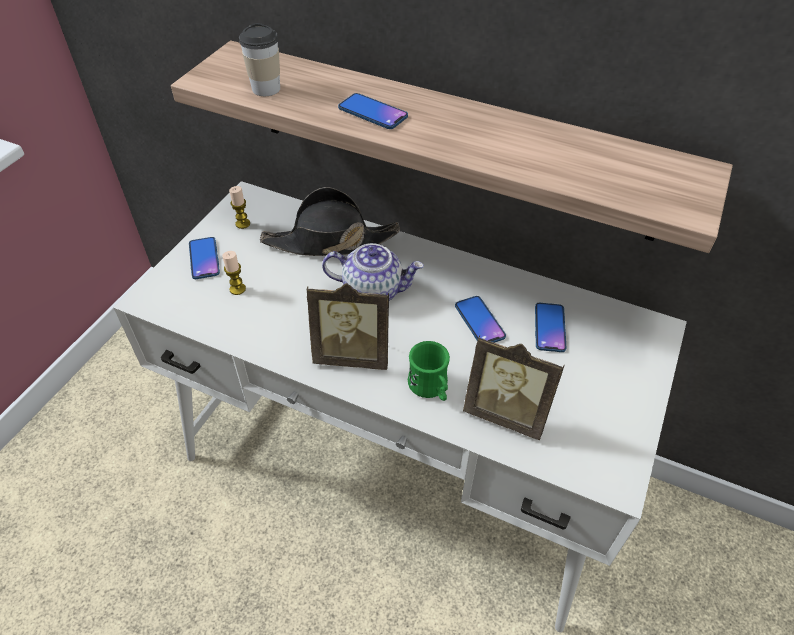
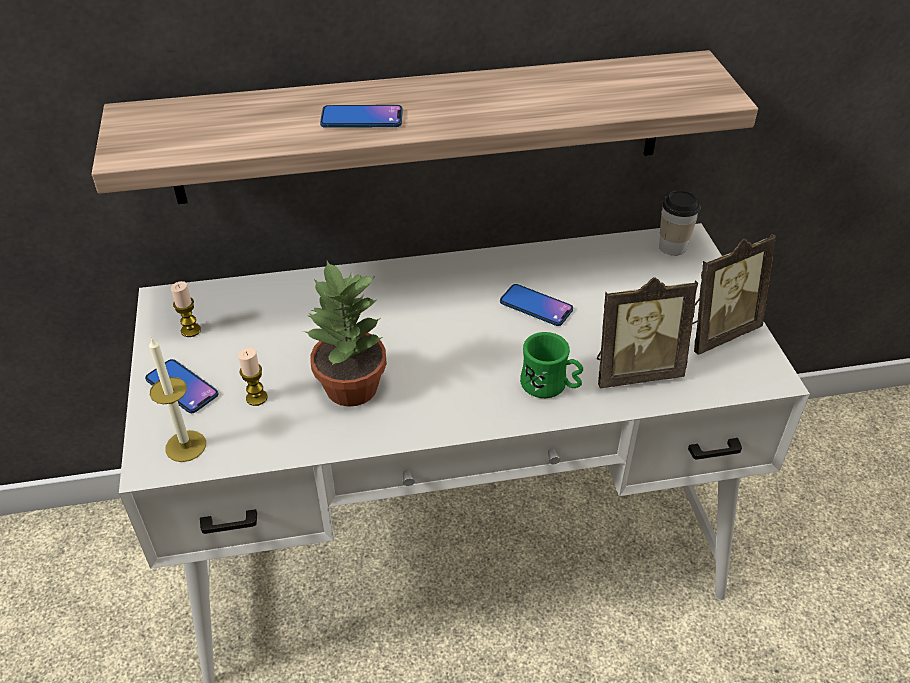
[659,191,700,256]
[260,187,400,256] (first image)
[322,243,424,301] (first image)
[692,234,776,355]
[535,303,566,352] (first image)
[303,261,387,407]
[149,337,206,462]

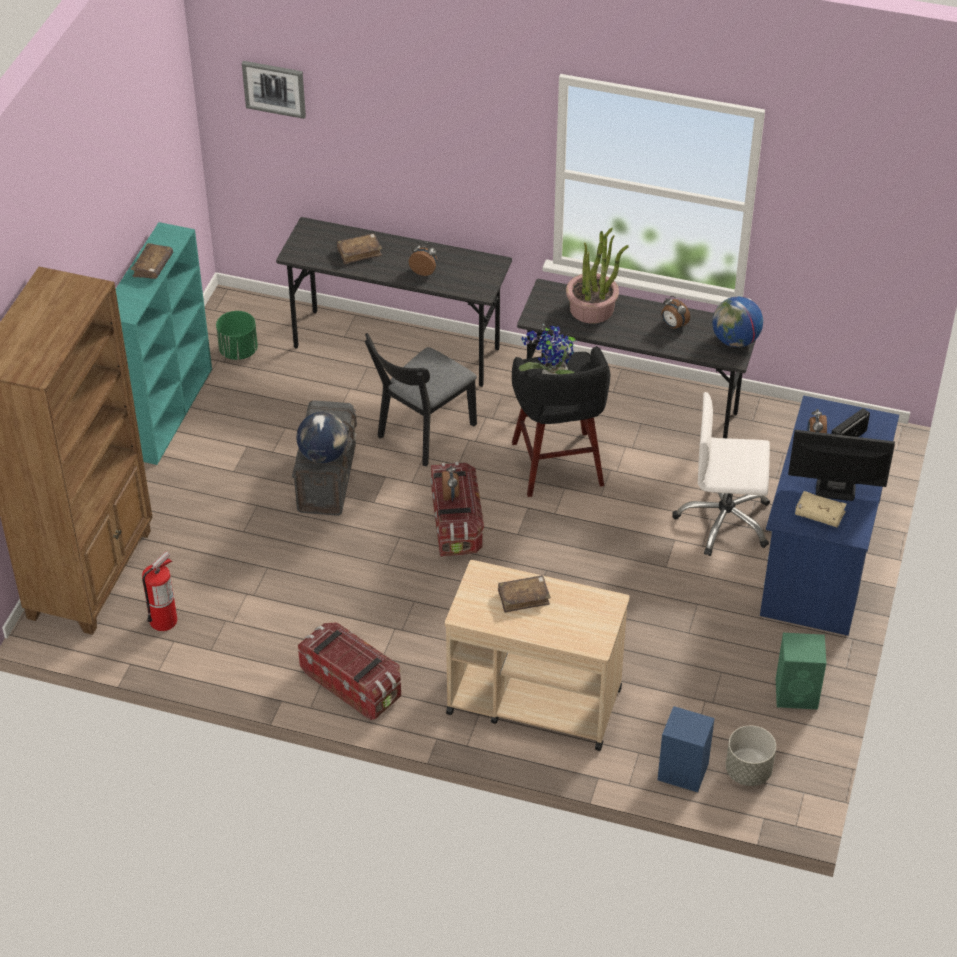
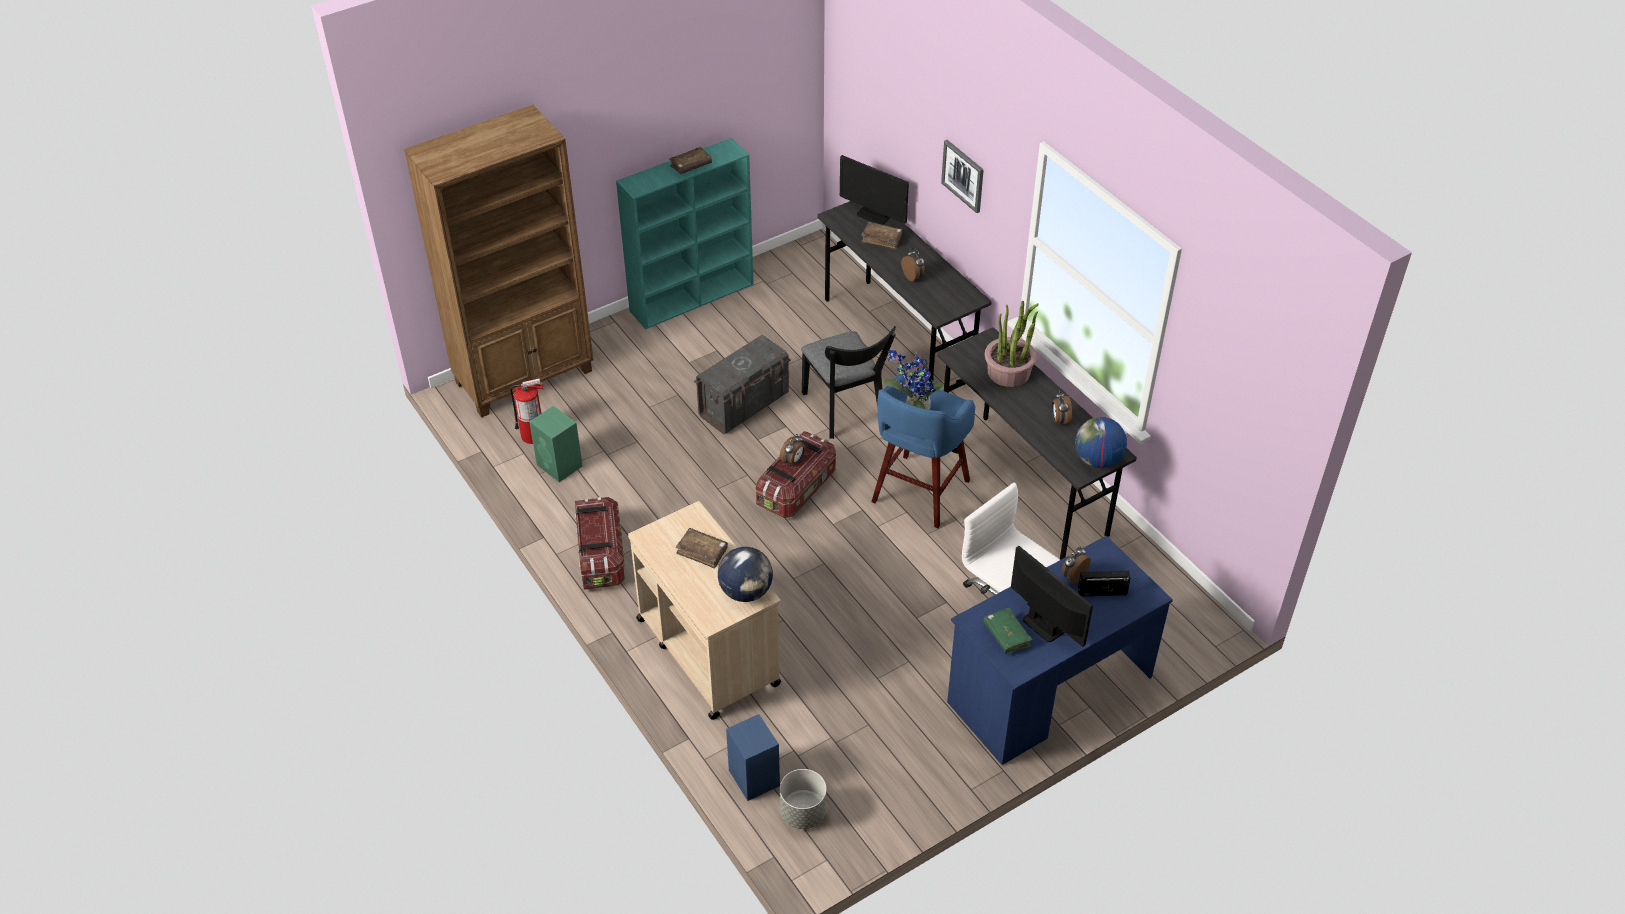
[941,140,984,213]
[216,311,258,360] (first image)
[801,326,896,439]
[872,374,975,528]
[718,547,773,602]
[983,608,1033,654]
[529,406,583,482]
[840,155,909,225]

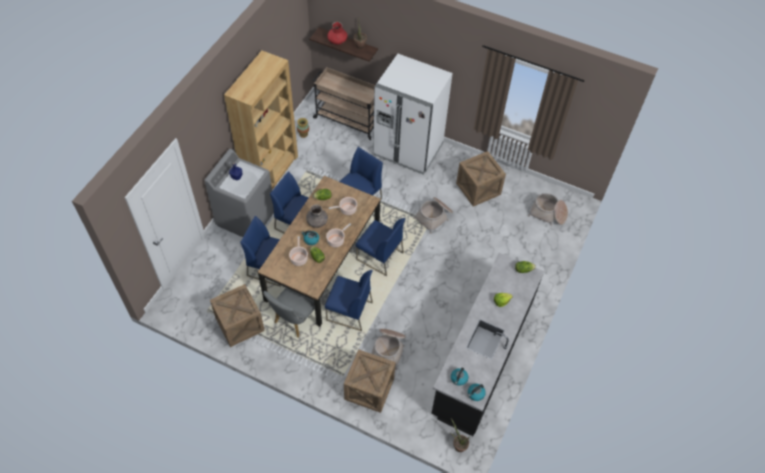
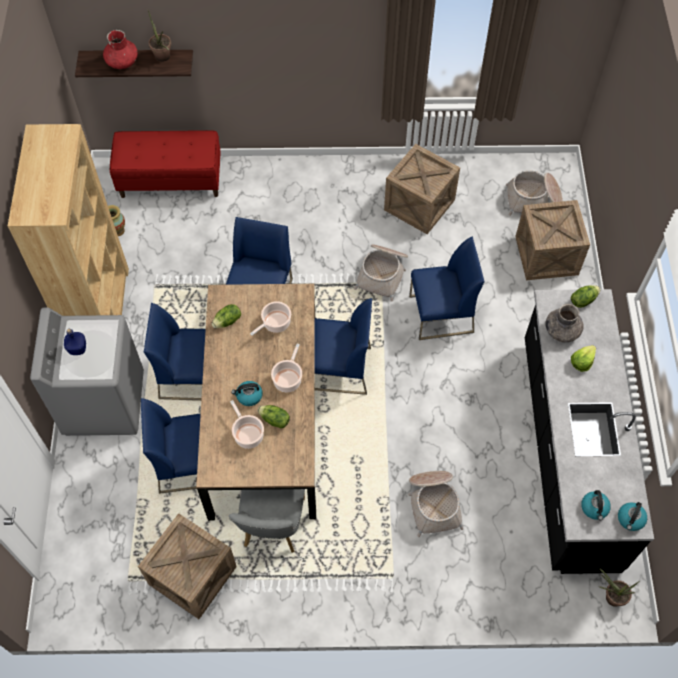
[373,54,453,175] (first image)
[110,130,221,198]
[546,304,584,342]
[409,236,485,340]
[515,200,590,280]

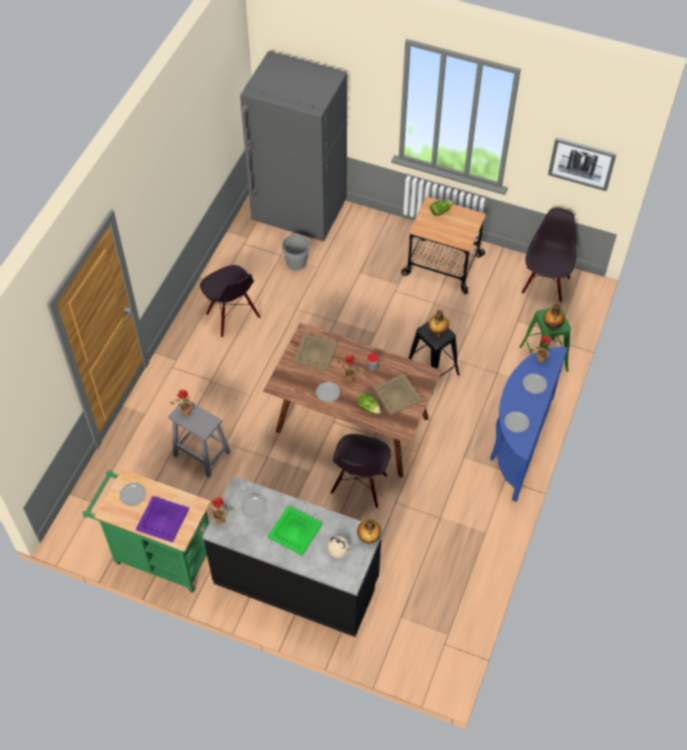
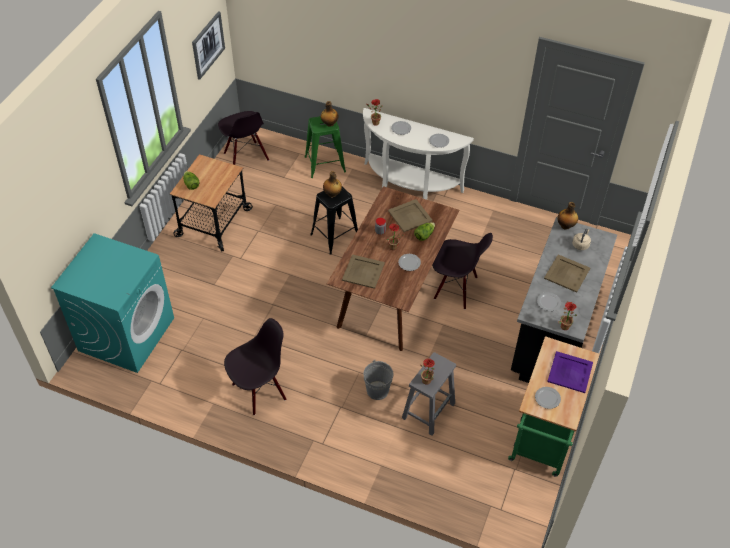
[51,233,174,373]
[218,111,269,165]
[364,360,393,400]
[363,108,474,200]
[544,254,590,293]

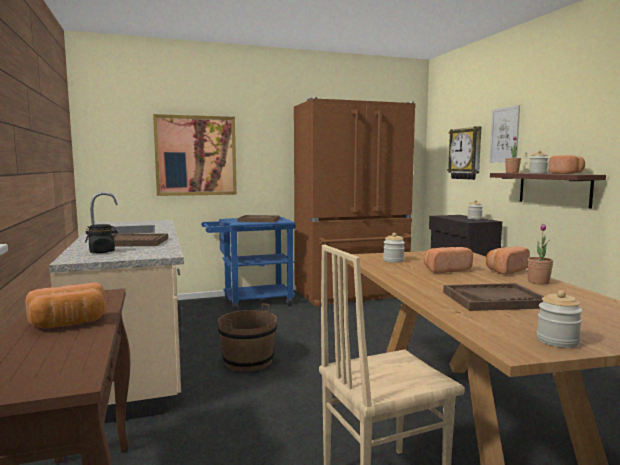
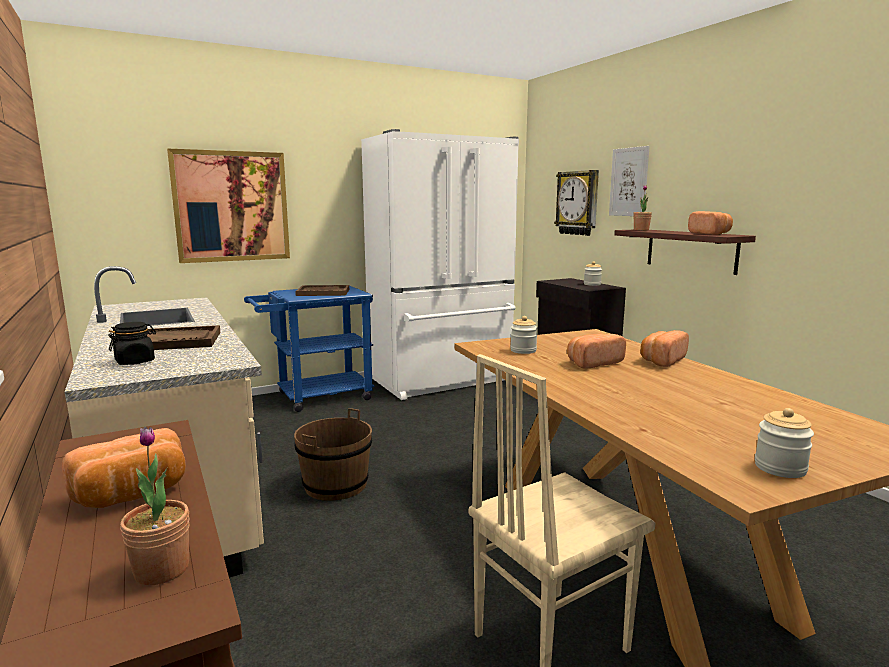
[361,129,519,400]
[529,150,548,174] (first image)
[120,427,189,585]
[443,283,544,311] (first image)

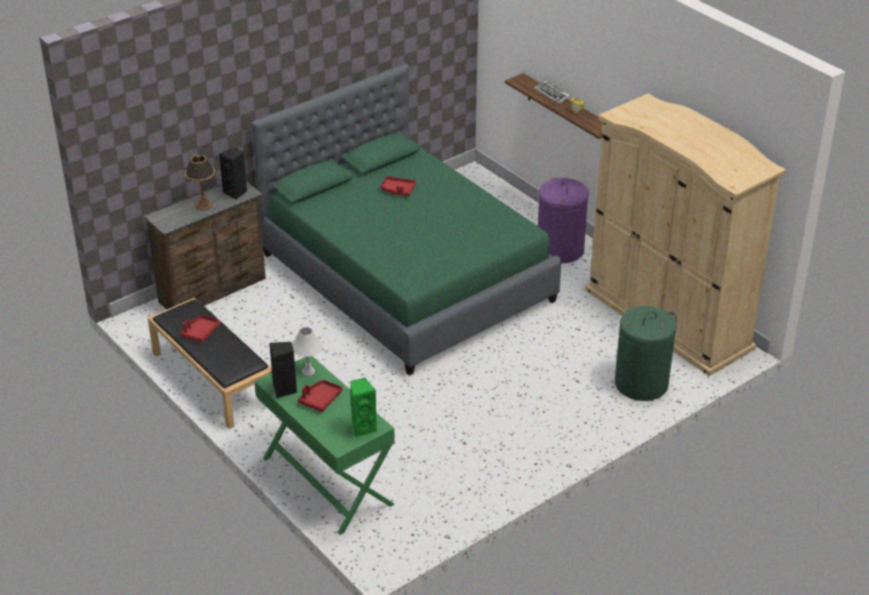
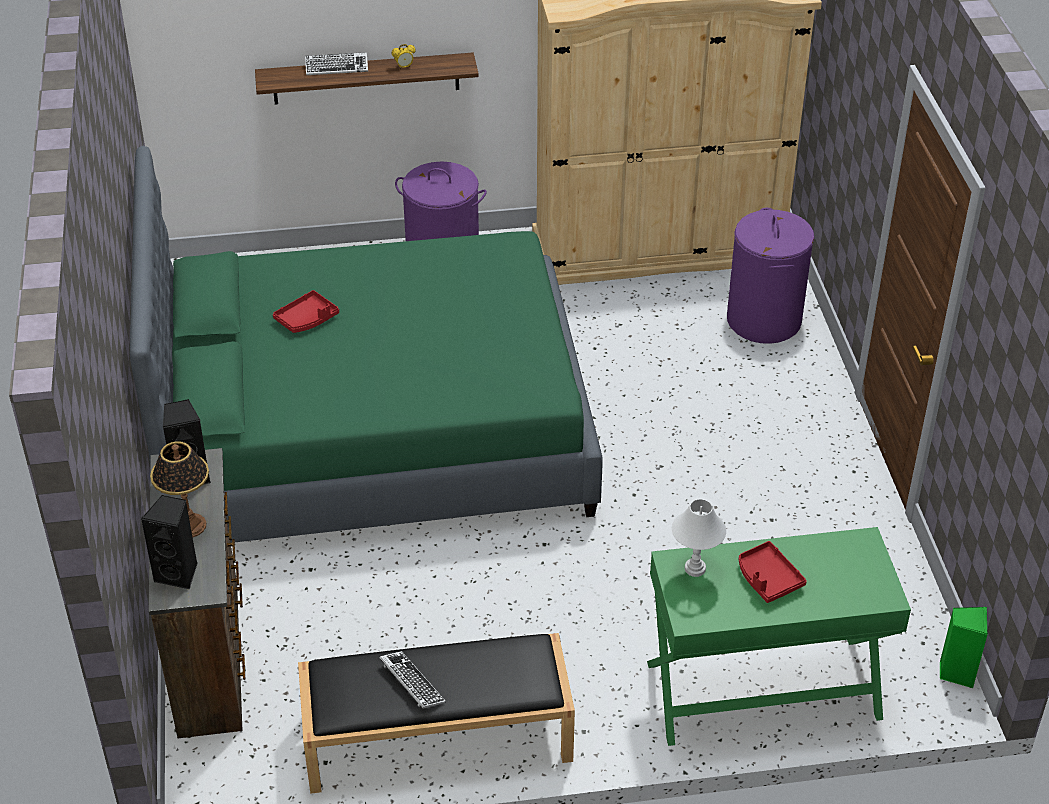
[727,208,814,344]
[380,651,446,709]
[141,495,198,590]
[940,607,988,688]

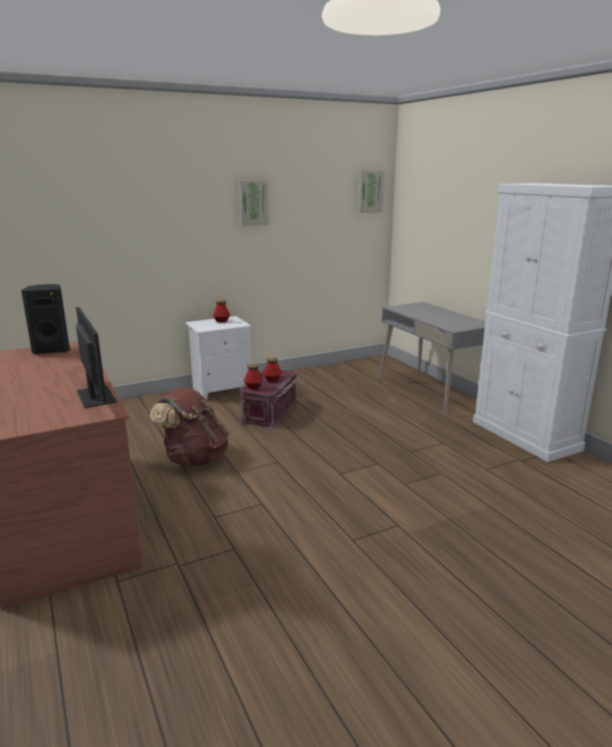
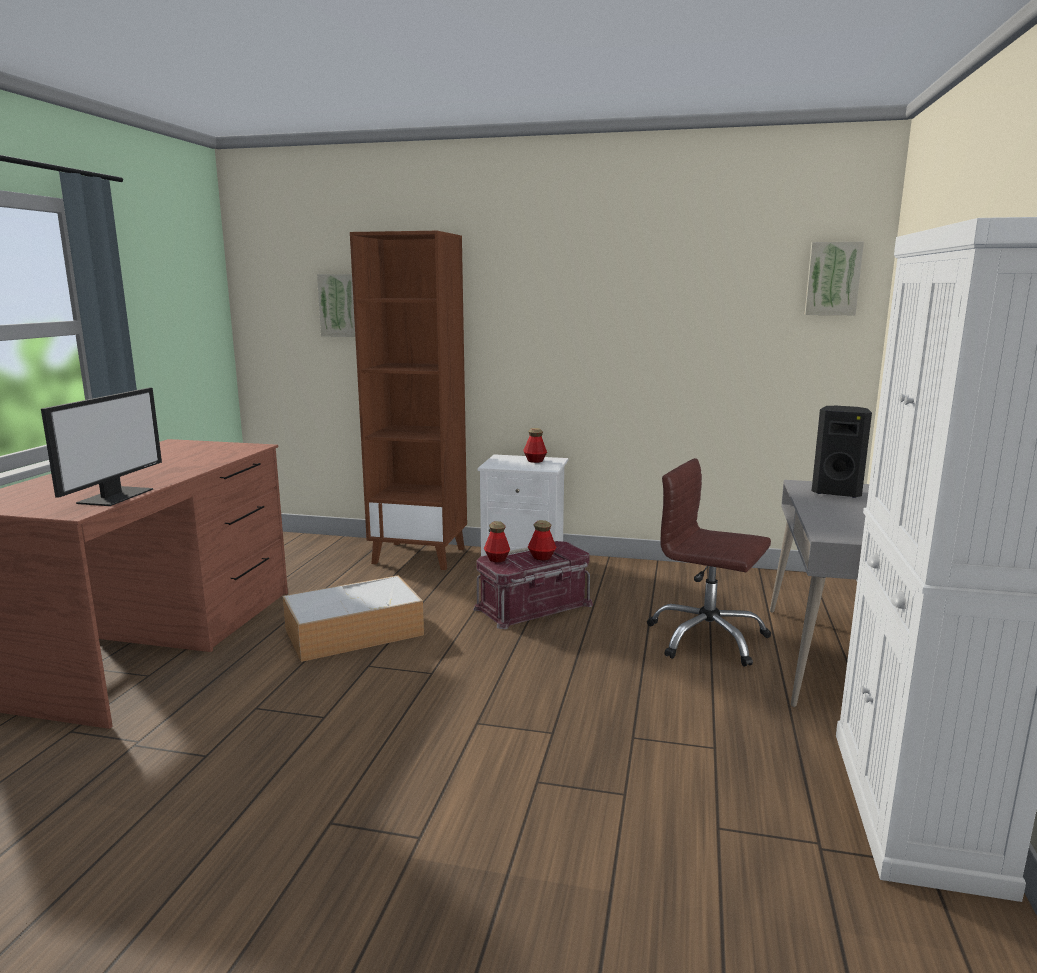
[317,274,355,337]
[812,406,872,498]
[283,575,424,662]
[350,231,467,570]
[647,458,771,667]

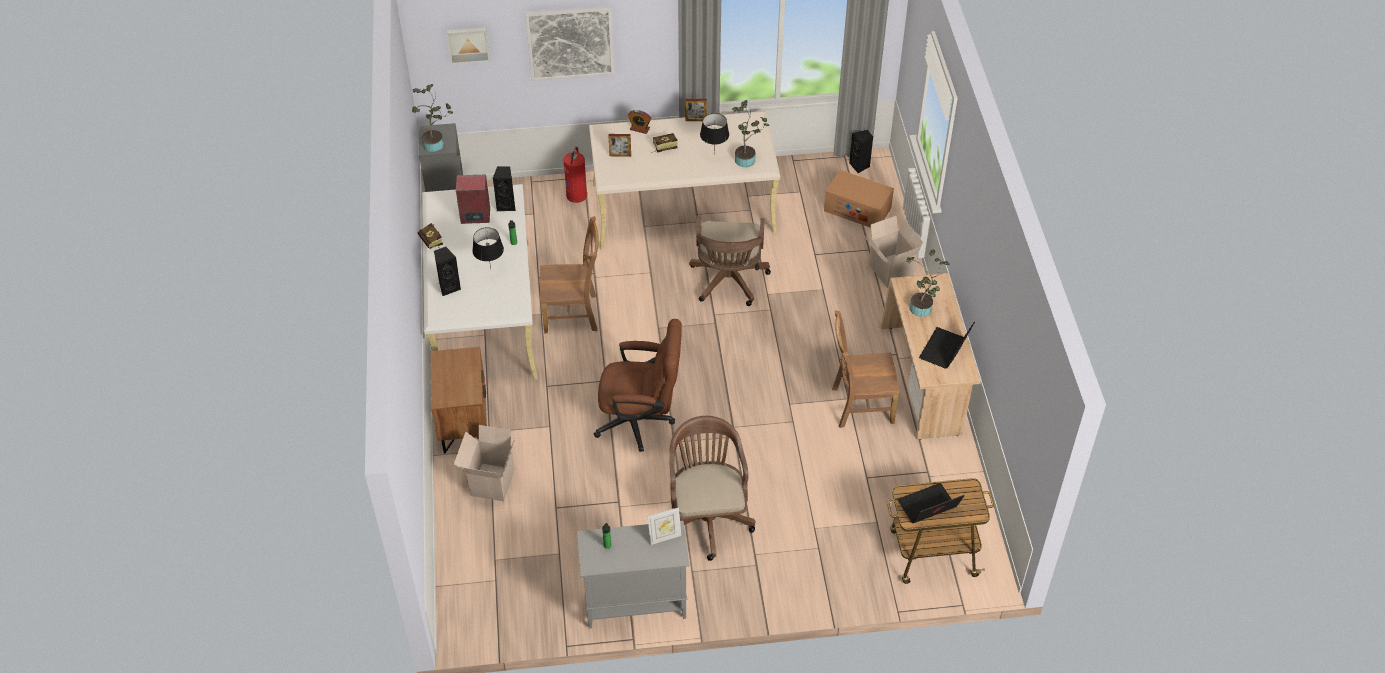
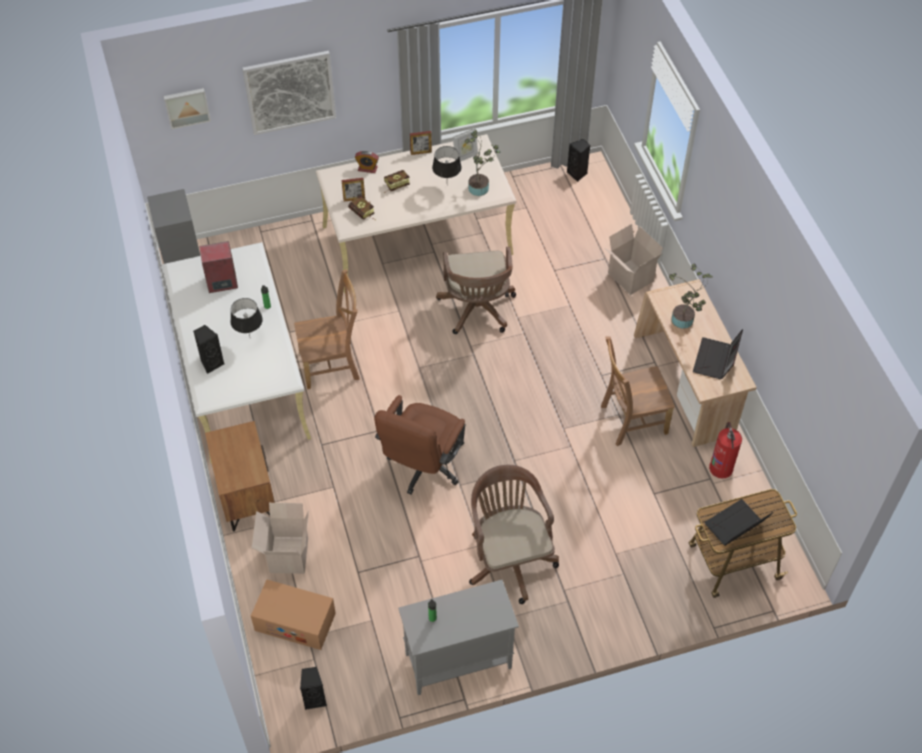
[412,84,453,152] (first image)
[709,422,742,479]
[300,667,327,710]
[251,580,336,650]
[348,195,374,219]
[374,395,465,494]
[453,128,478,162]

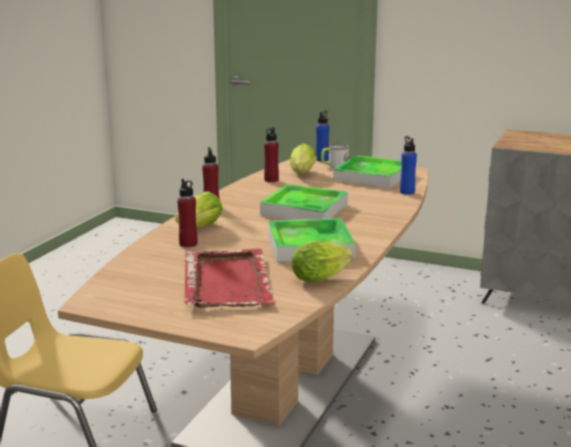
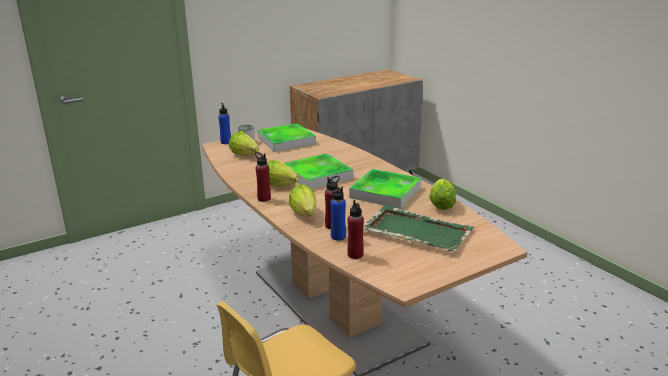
[347,200,364,259]
[330,185,346,241]
[363,205,475,251]
[267,160,299,187]

